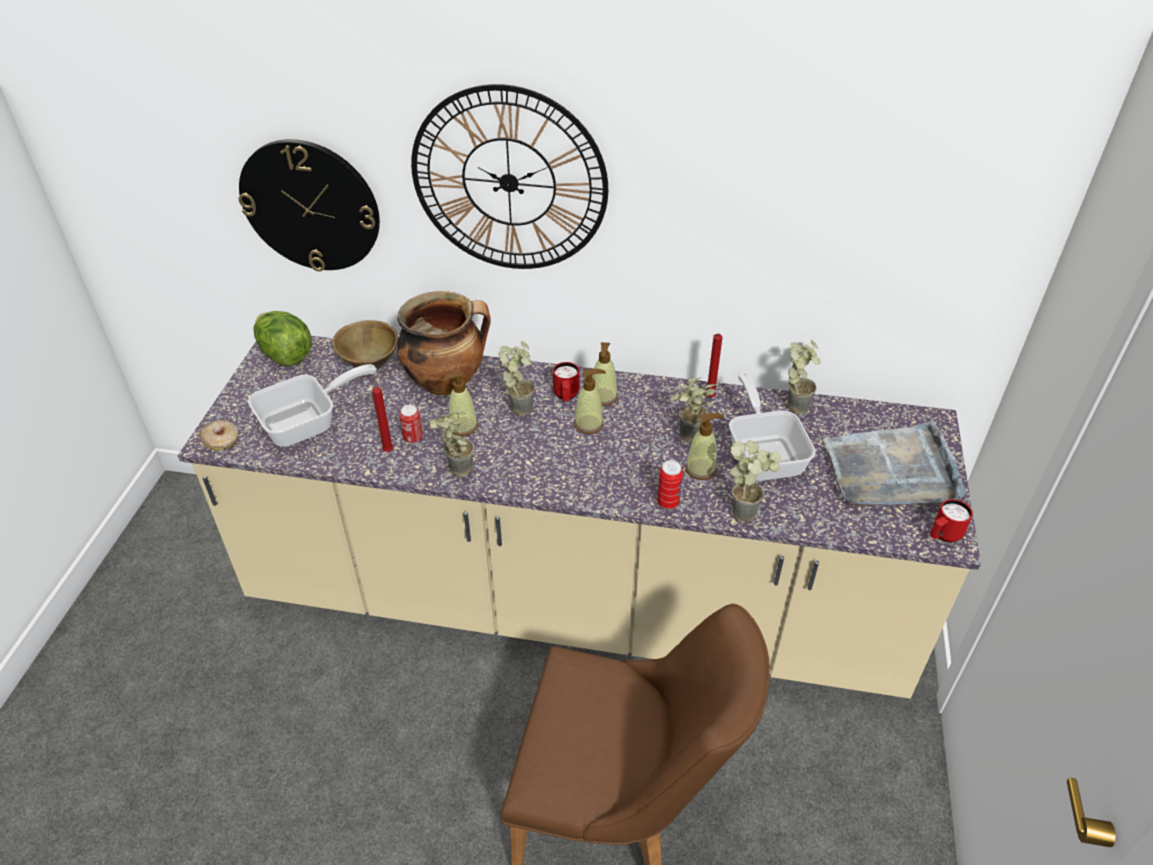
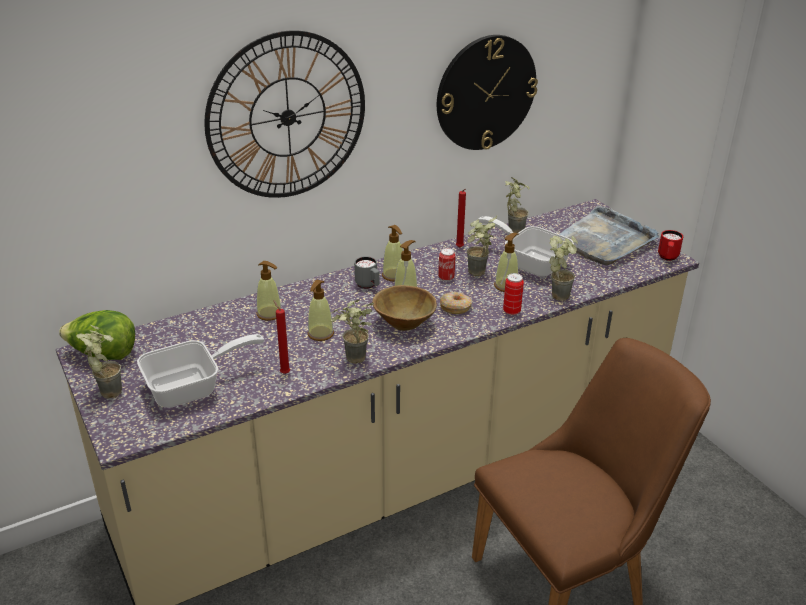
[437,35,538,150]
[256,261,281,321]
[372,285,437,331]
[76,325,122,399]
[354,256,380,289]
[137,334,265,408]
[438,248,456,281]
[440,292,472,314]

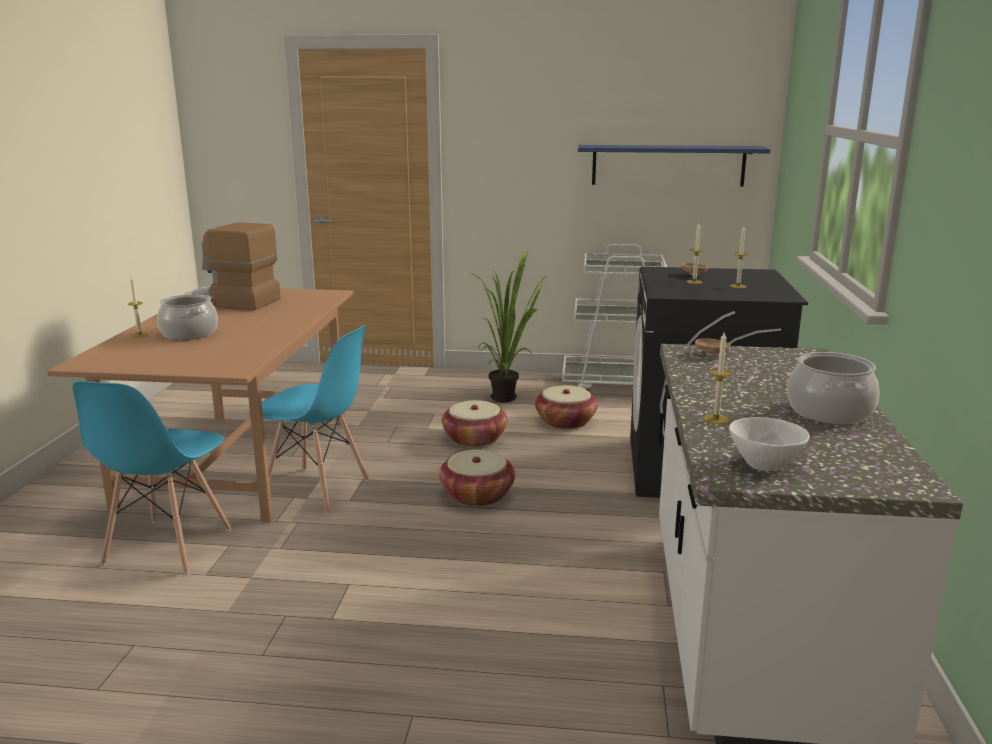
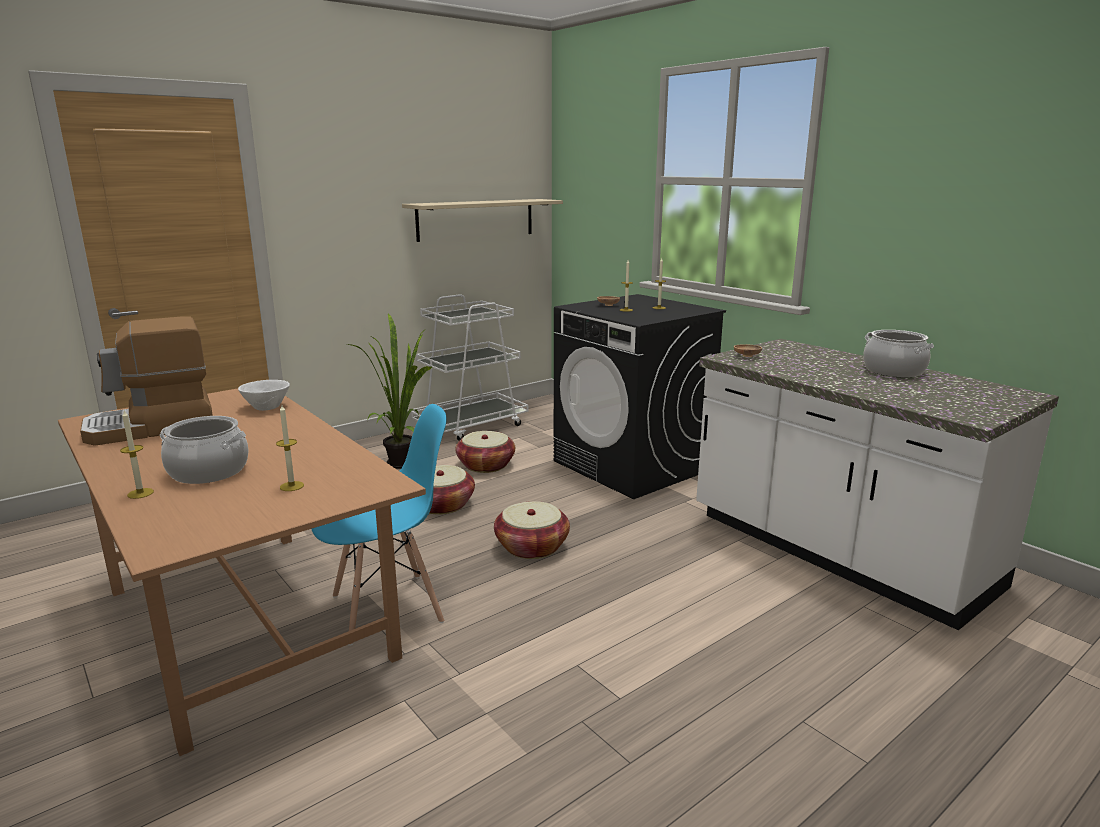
[402,199,563,242]
[276,405,304,491]
[72,381,231,575] (first image)
[238,380,290,411]

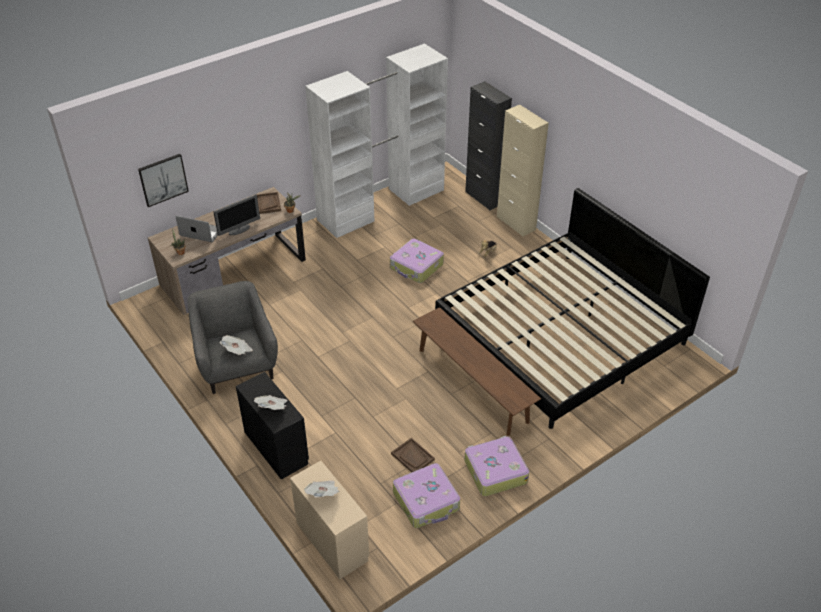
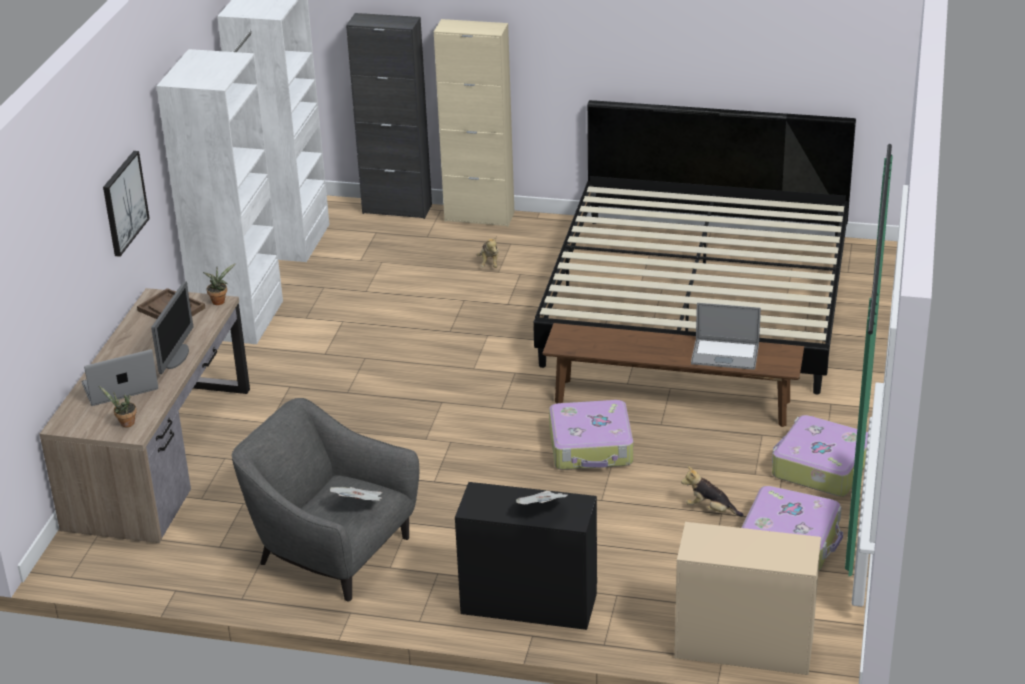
[103,151,150,257]
[549,400,633,470]
[681,466,743,517]
[304,480,339,497] (first image)
[691,303,761,370]

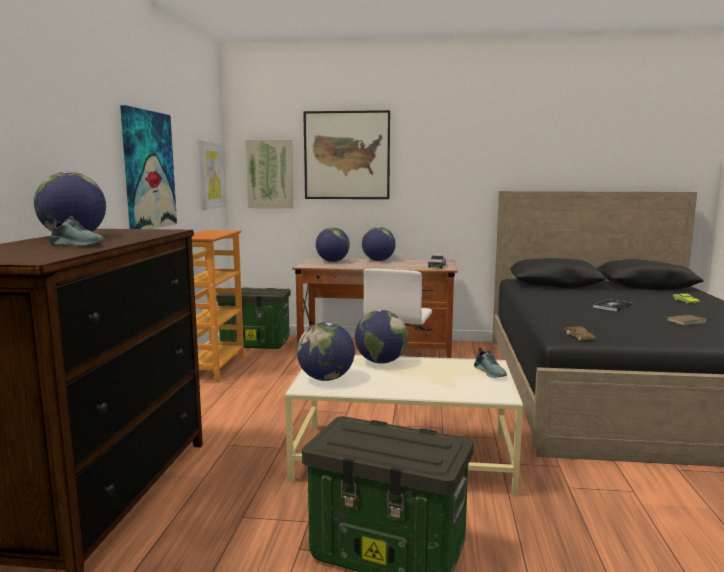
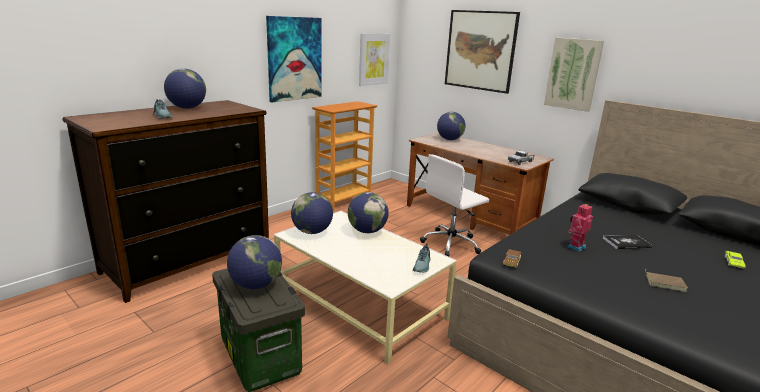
[544,37,604,112]
[227,235,282,289]
[216,288,291,349] (first image)
[568,204,593,252]

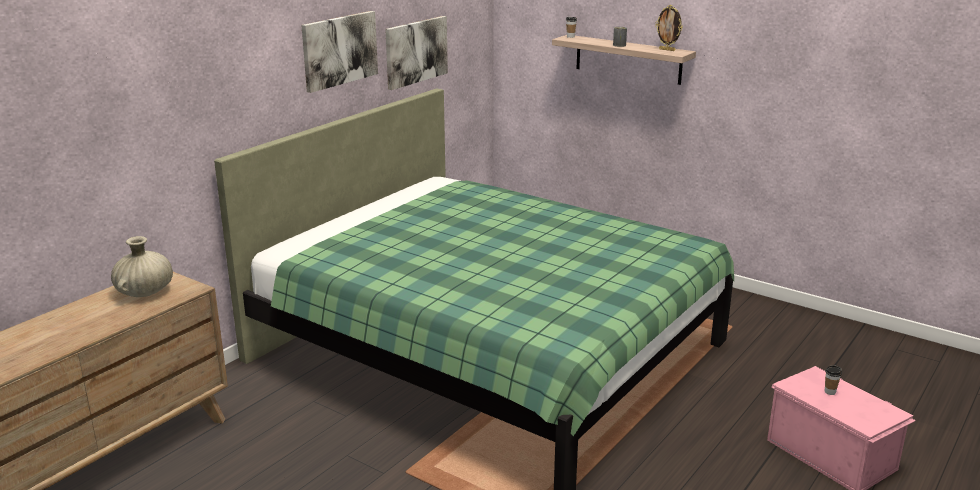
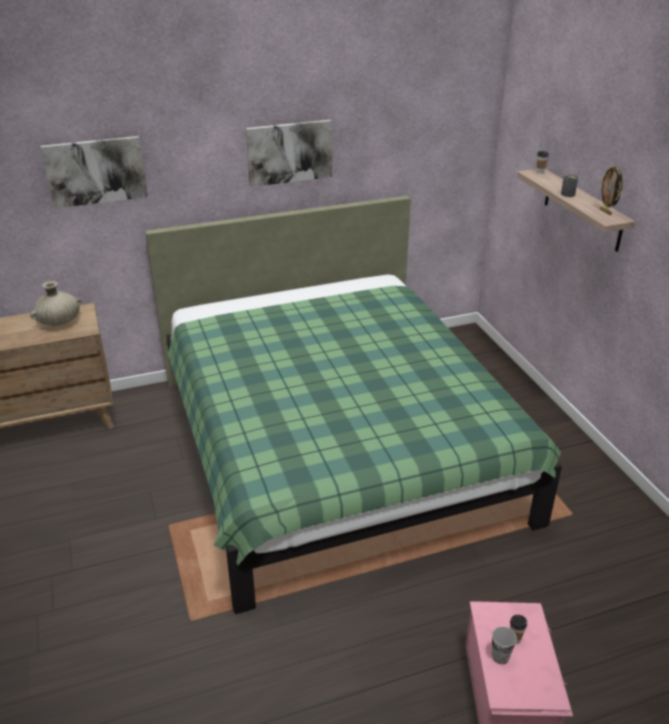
[41,136,148,208]
[492,626,517,664]

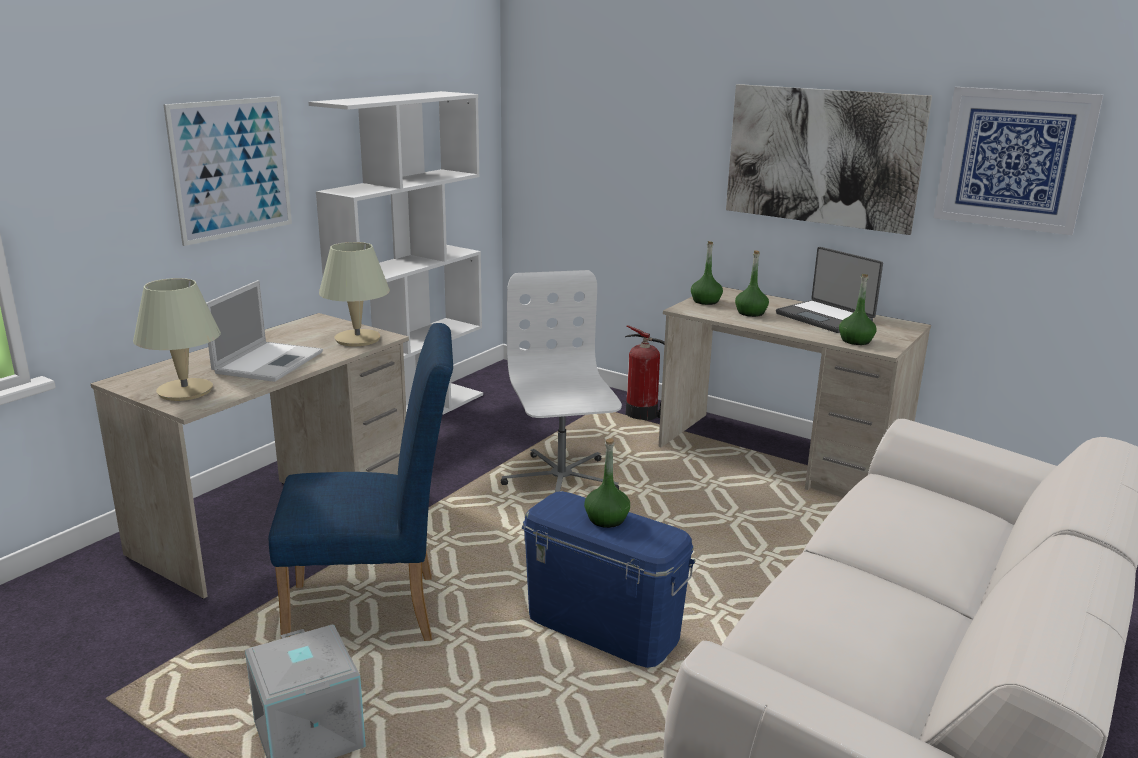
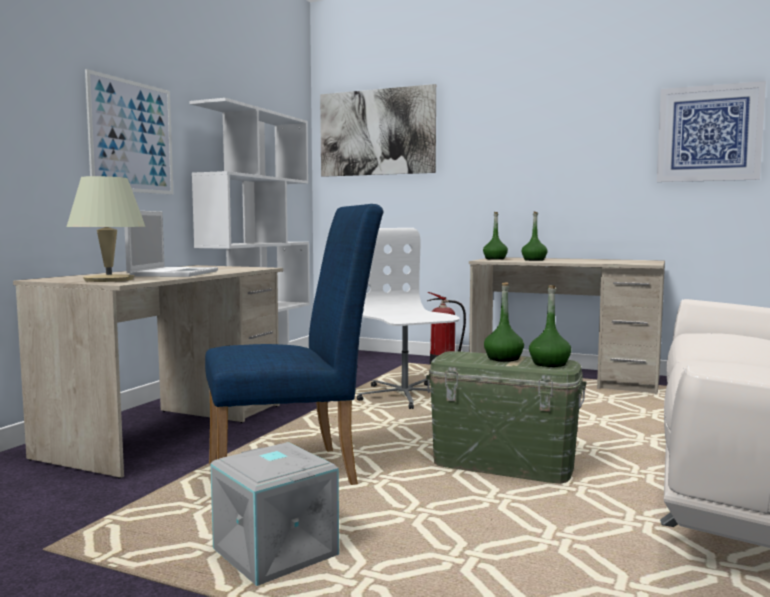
[320,84,436,177]
[319,242,390,346] (first image)
[776,247,883,333] (first image)
[529,285,572,367]
[426,351,586,483]

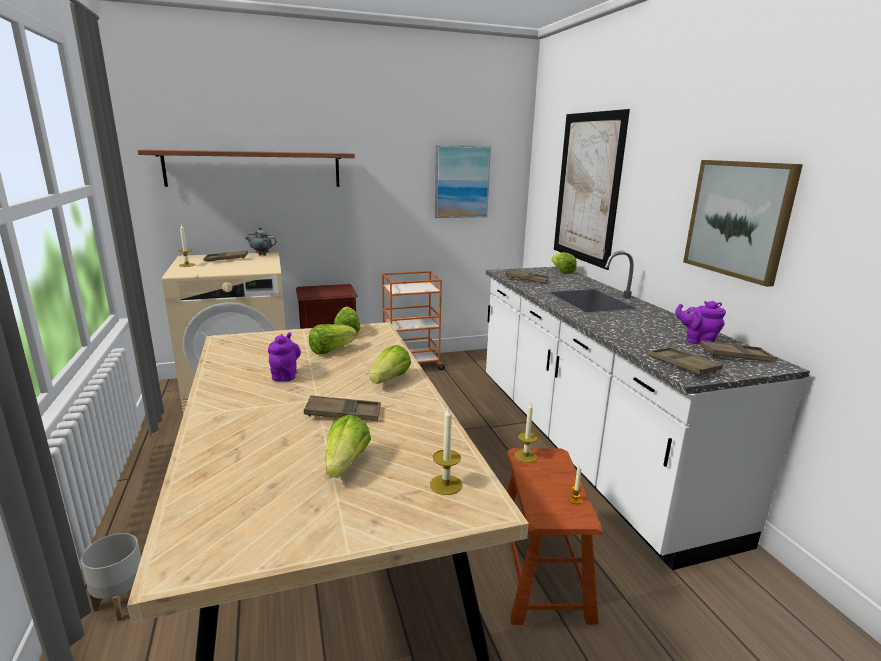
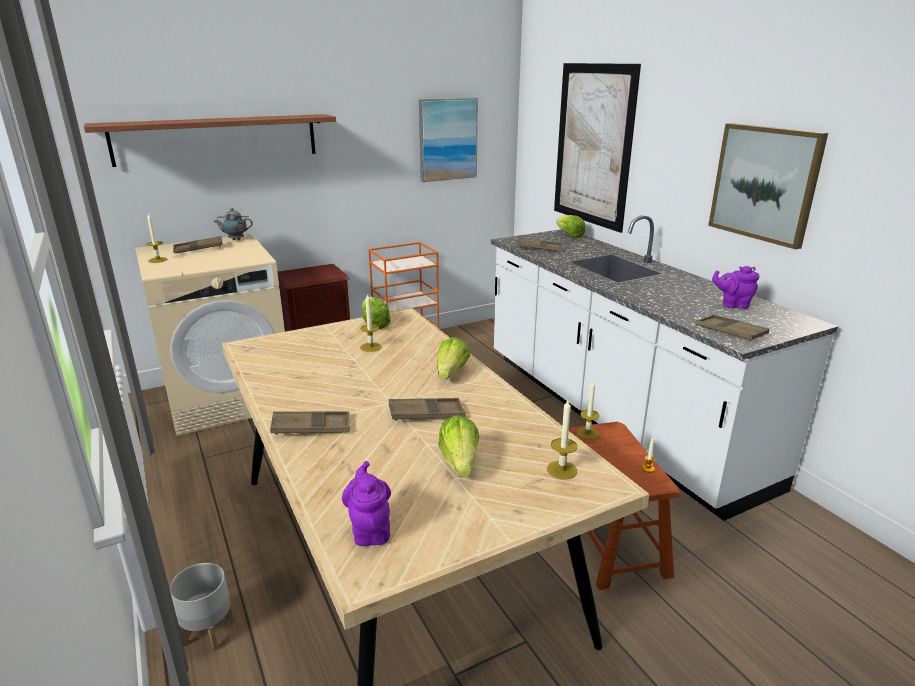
[360,293,382,352]
[342,461,391,546]
[270,411,350,435]

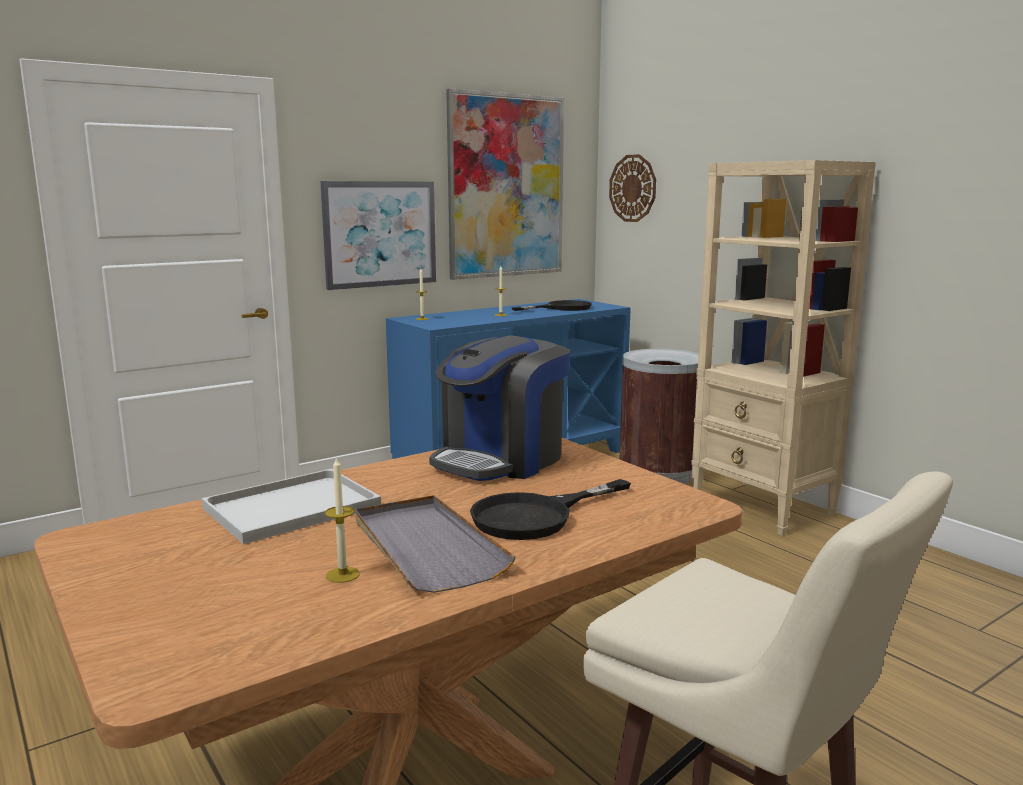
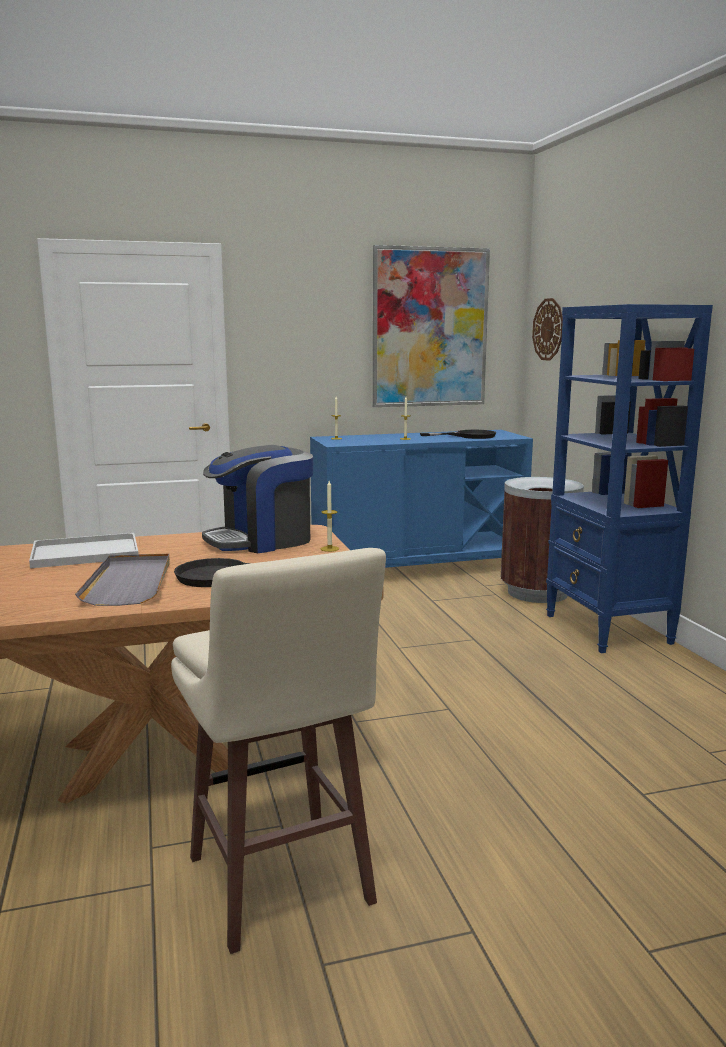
[546,304,713,653]
[320,181,436,290] (first image)
[321,481,339,552]

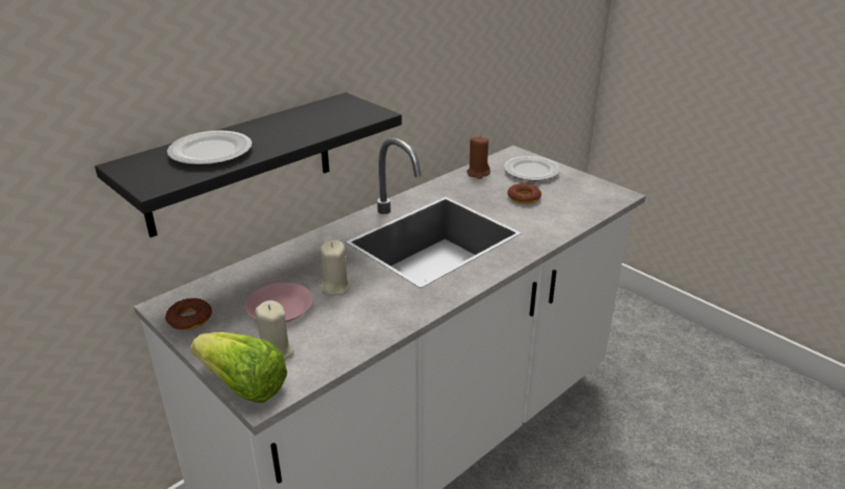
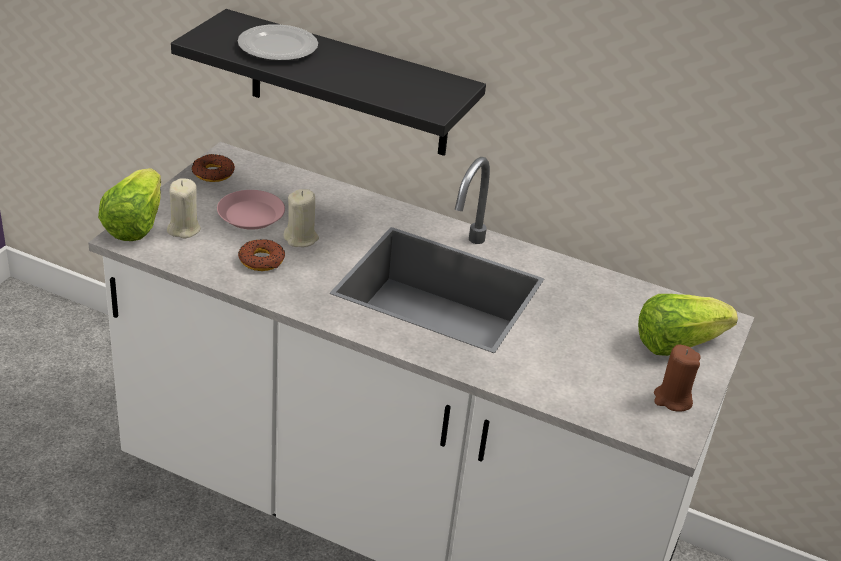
[654,344,701,412]
[638,294,738,356]
[238,239,285,271]

